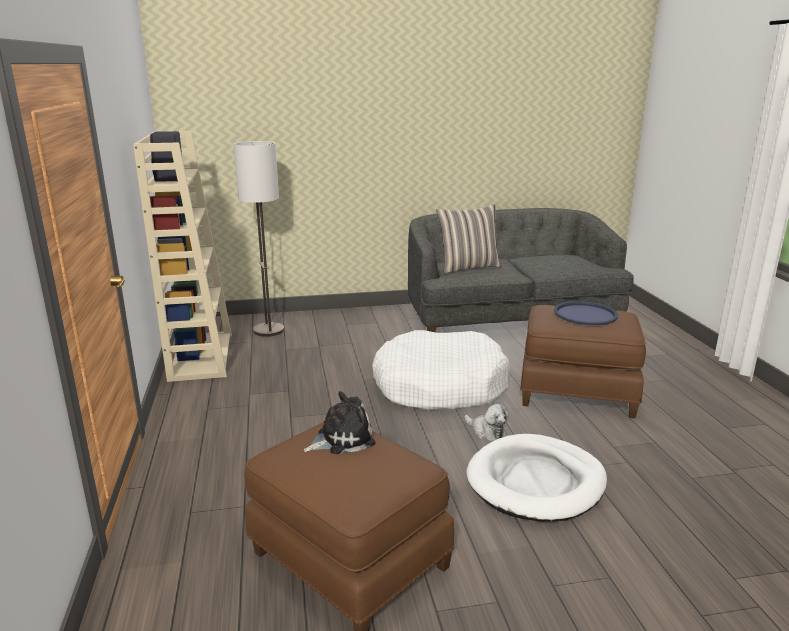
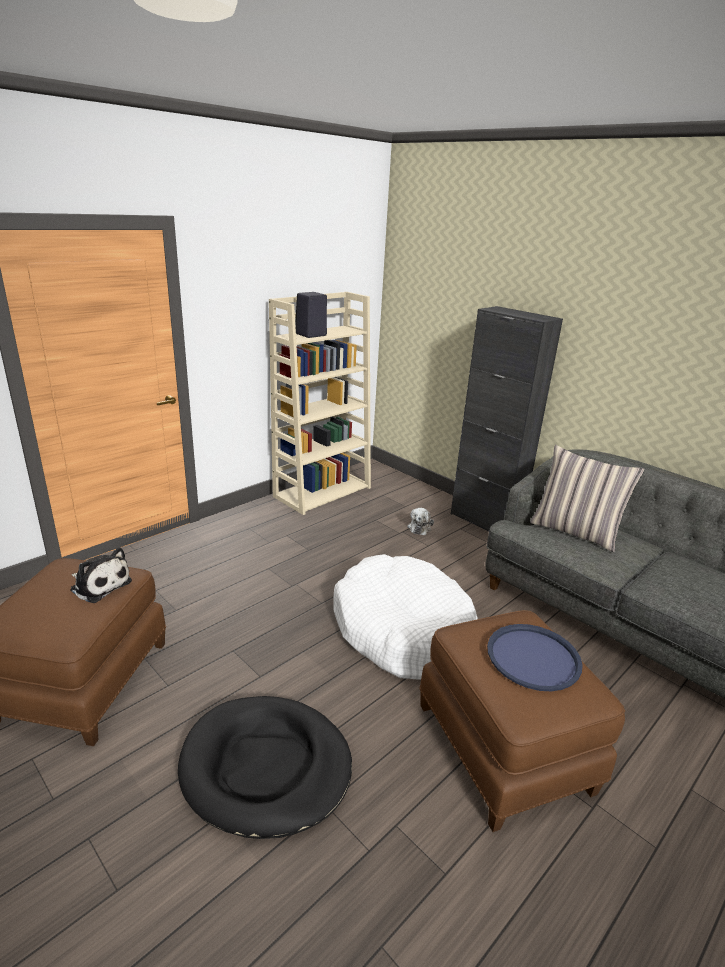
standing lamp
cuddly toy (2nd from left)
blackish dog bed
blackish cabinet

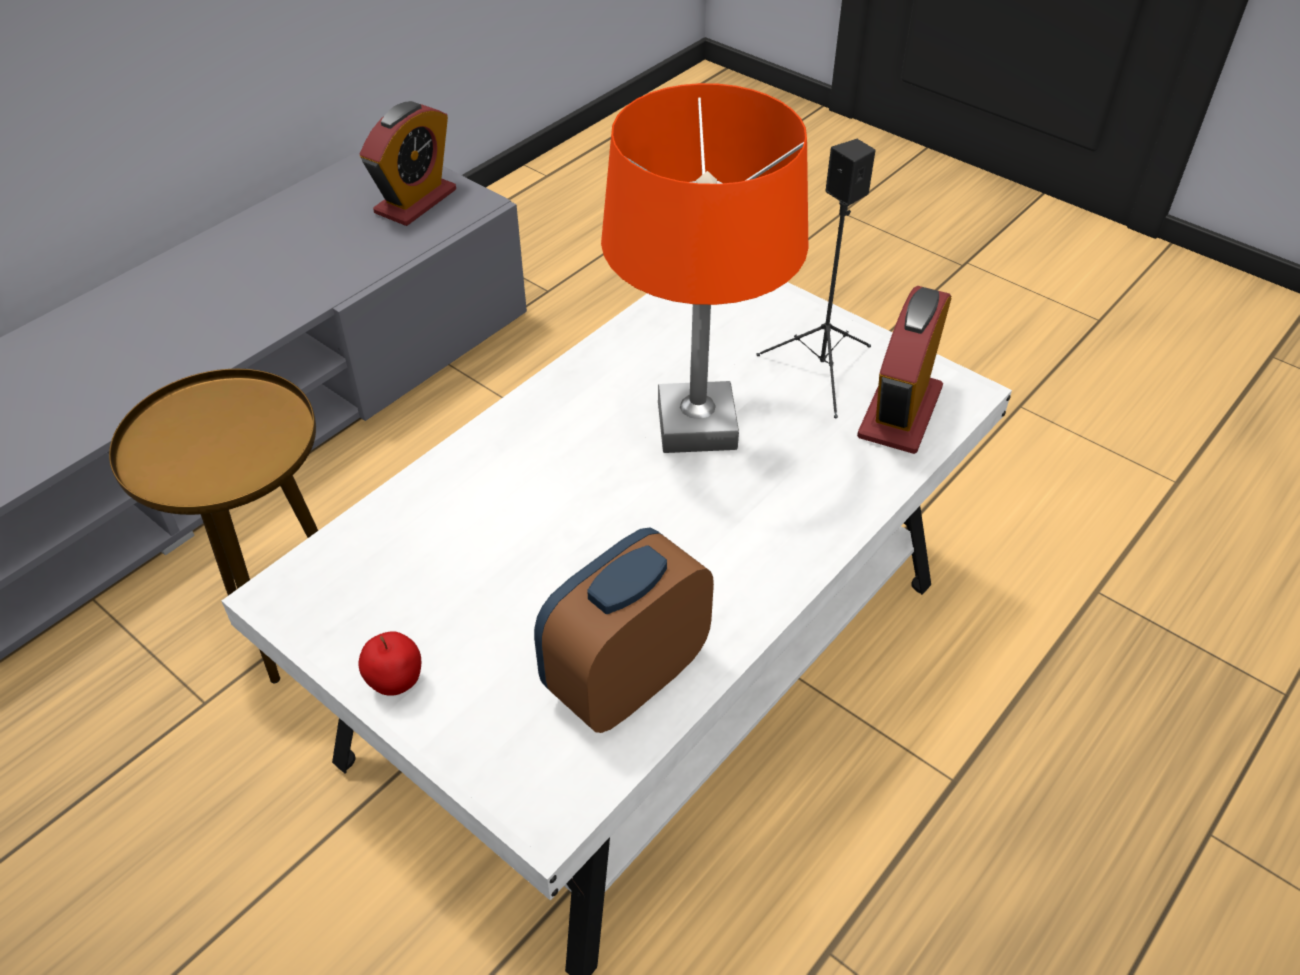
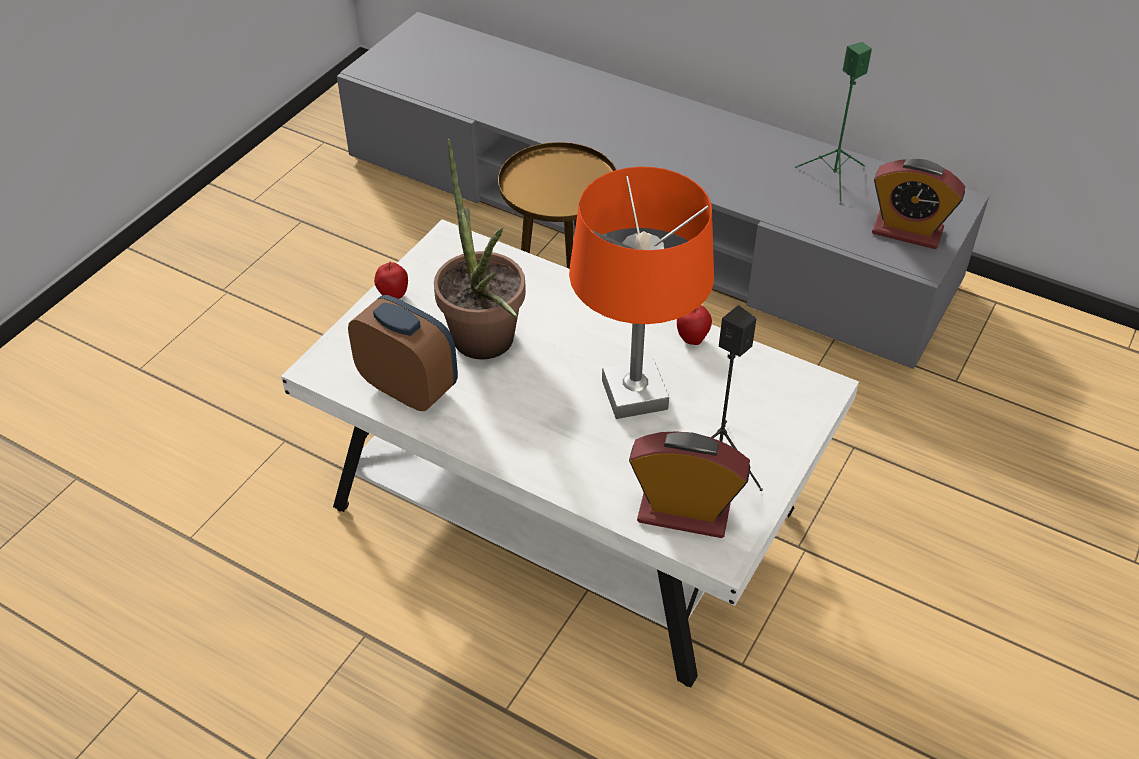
green loudspeaker
potted plant
apple fruit (2nd from left)

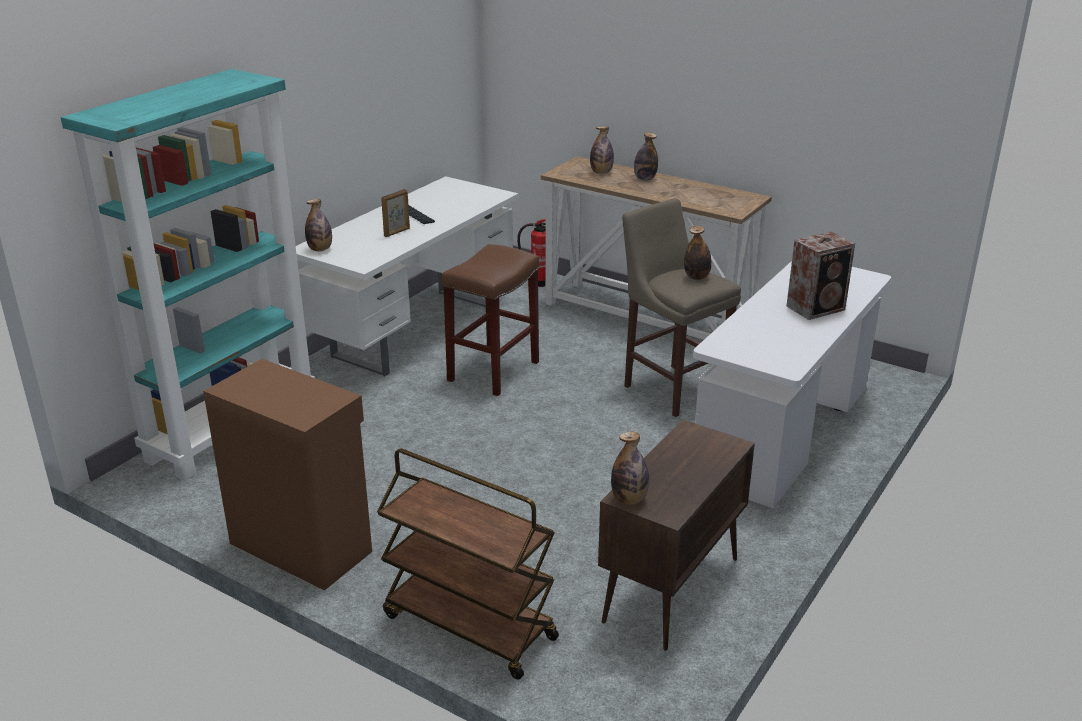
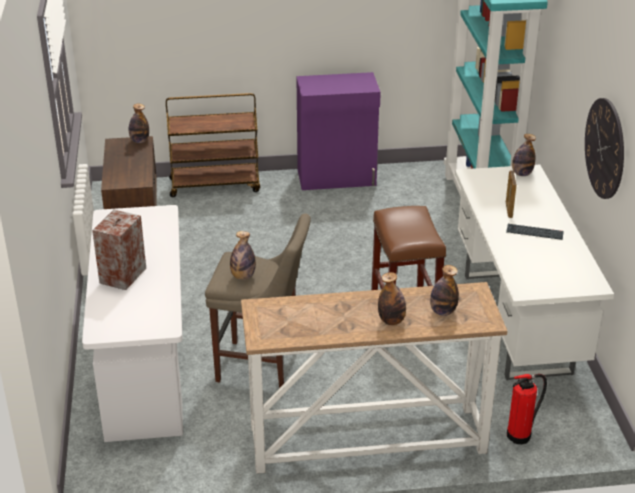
purplish cabinet
wall clock

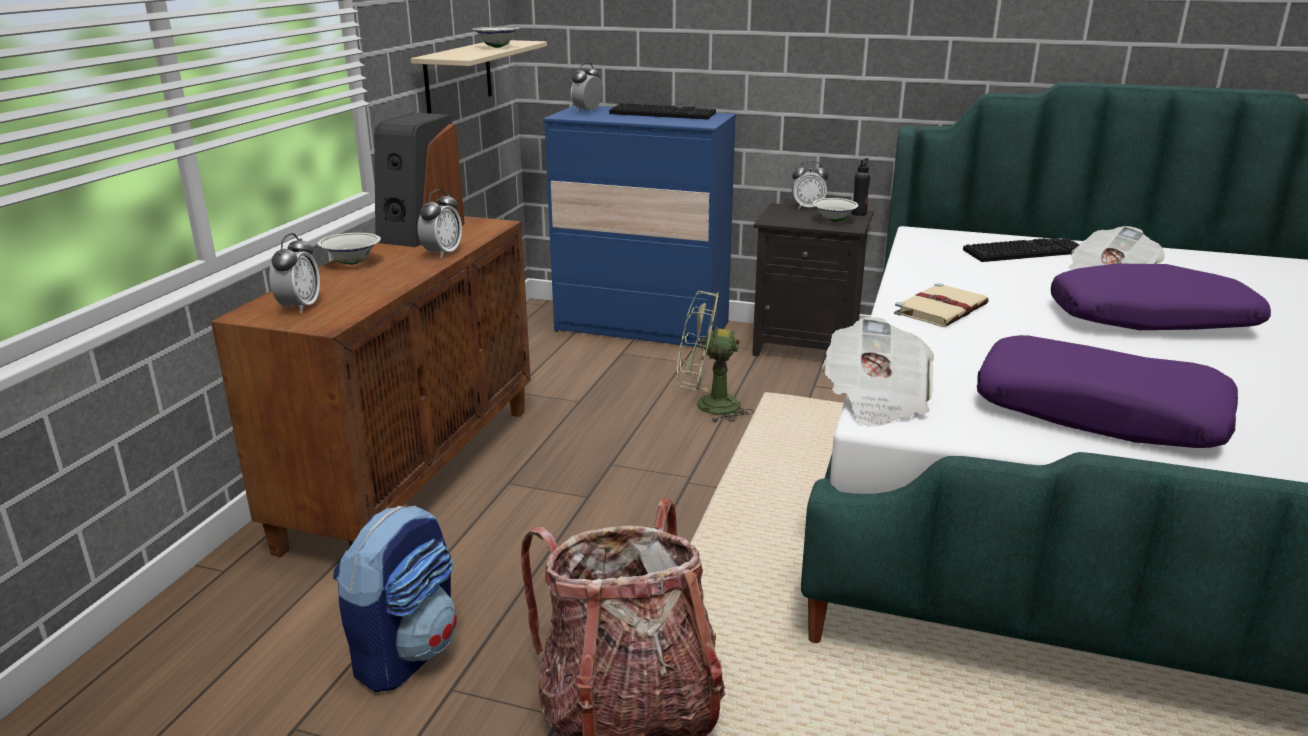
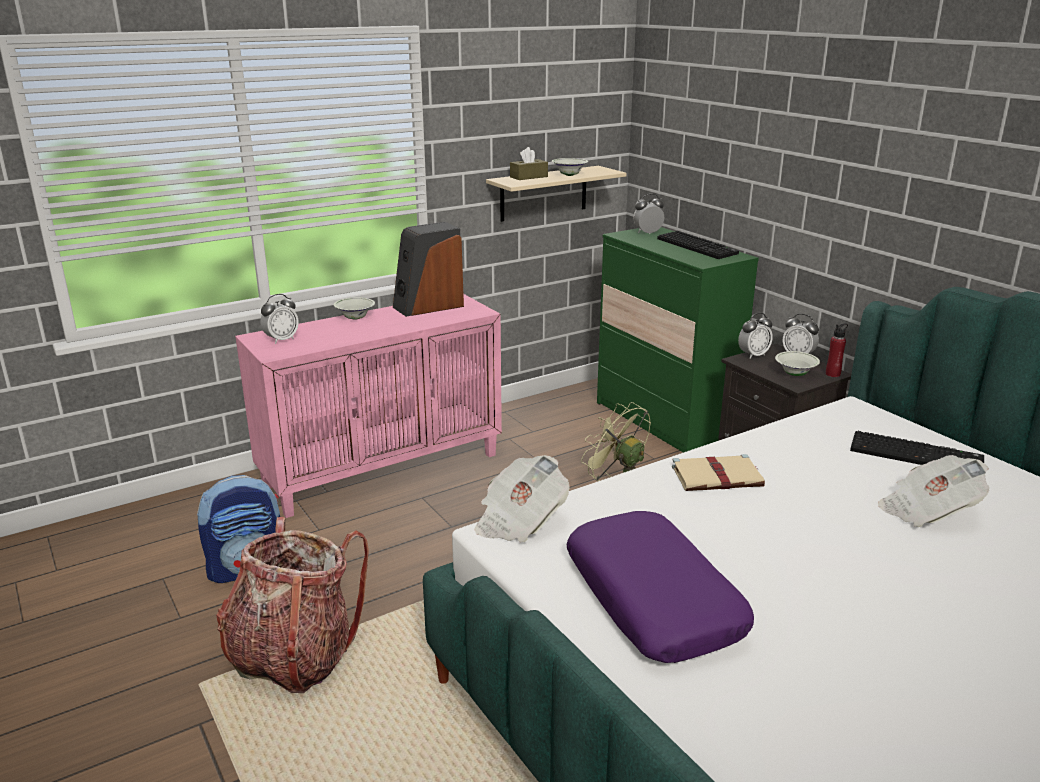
green dresser
red bottle
bedside clock (3rd from left)
pink cabinet
purplish cushion (2nd from left in the first image)
brown tissue box

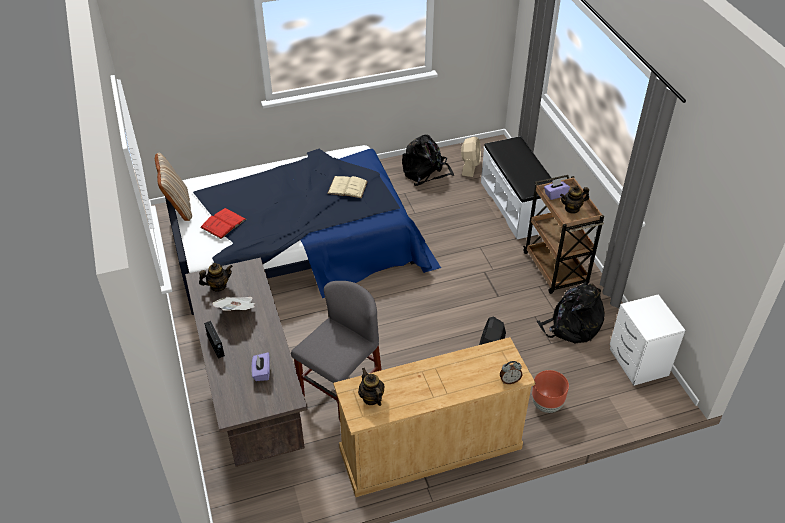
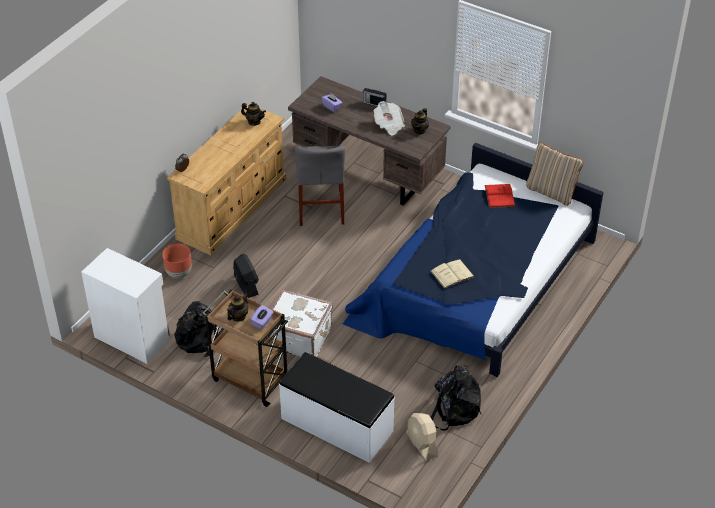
white-coloured cabinet
white-coloured travel case

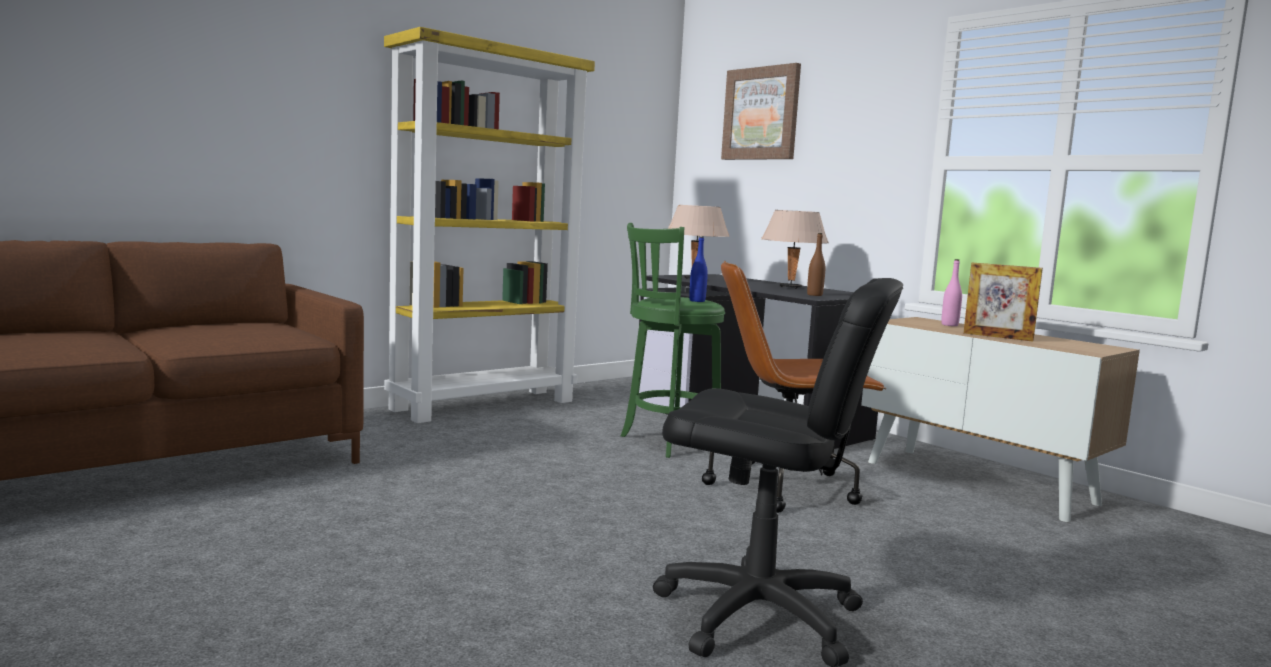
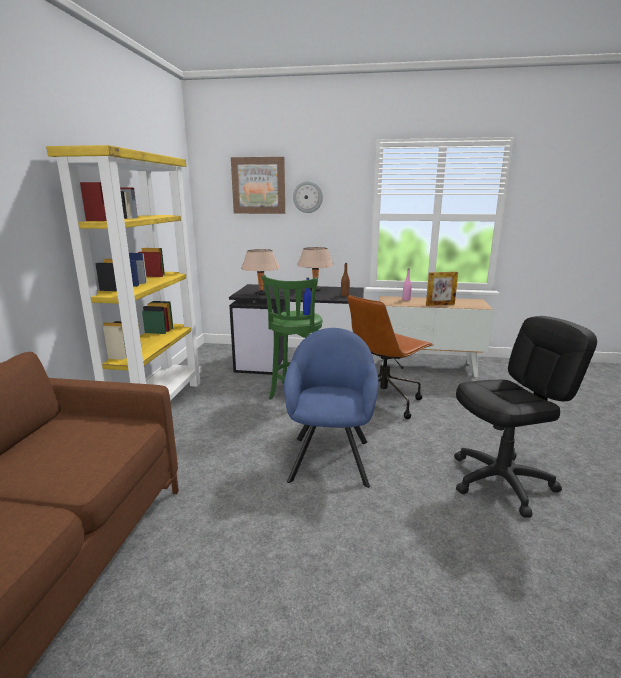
wall clock
blue armchair

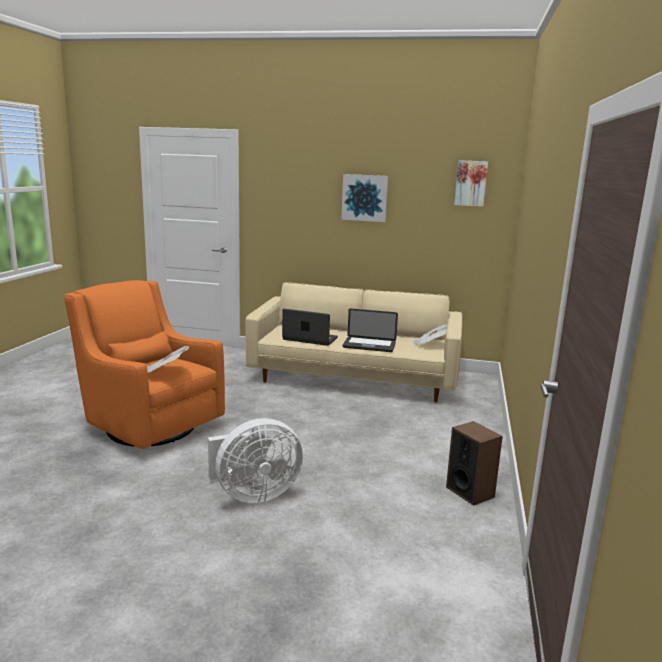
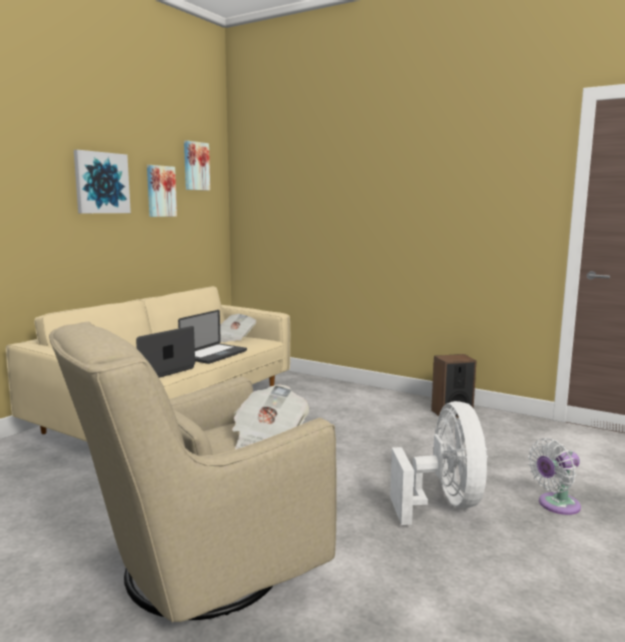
beige-coloured armchair
wall picture (2nd from left)
white-coloured cooling fan (2nd from left)

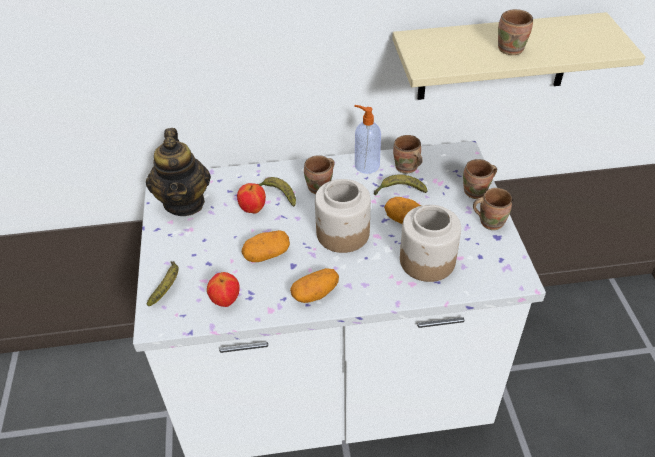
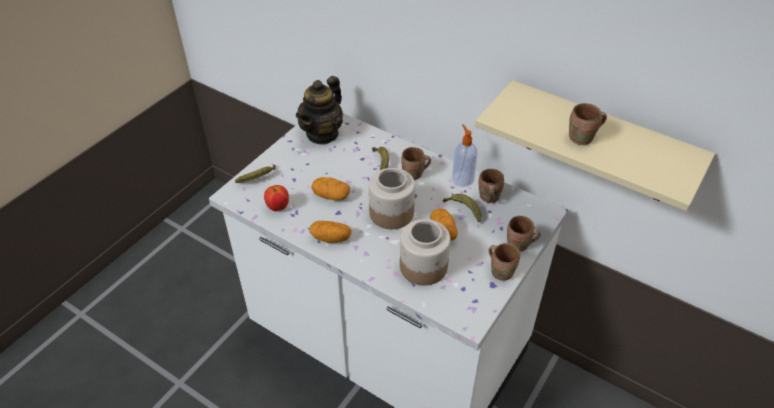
apple fruit (2nd from left in the first image)

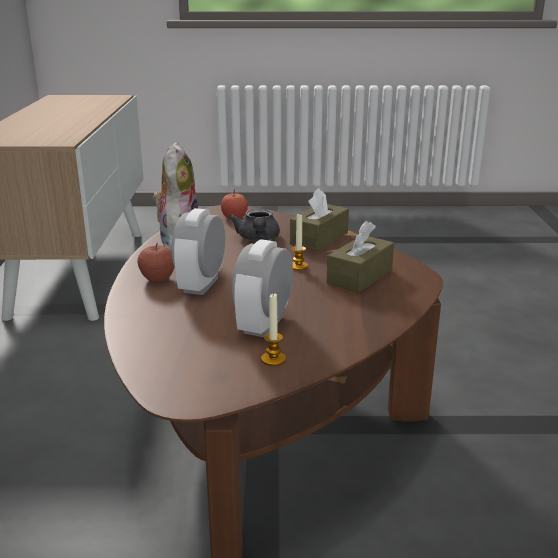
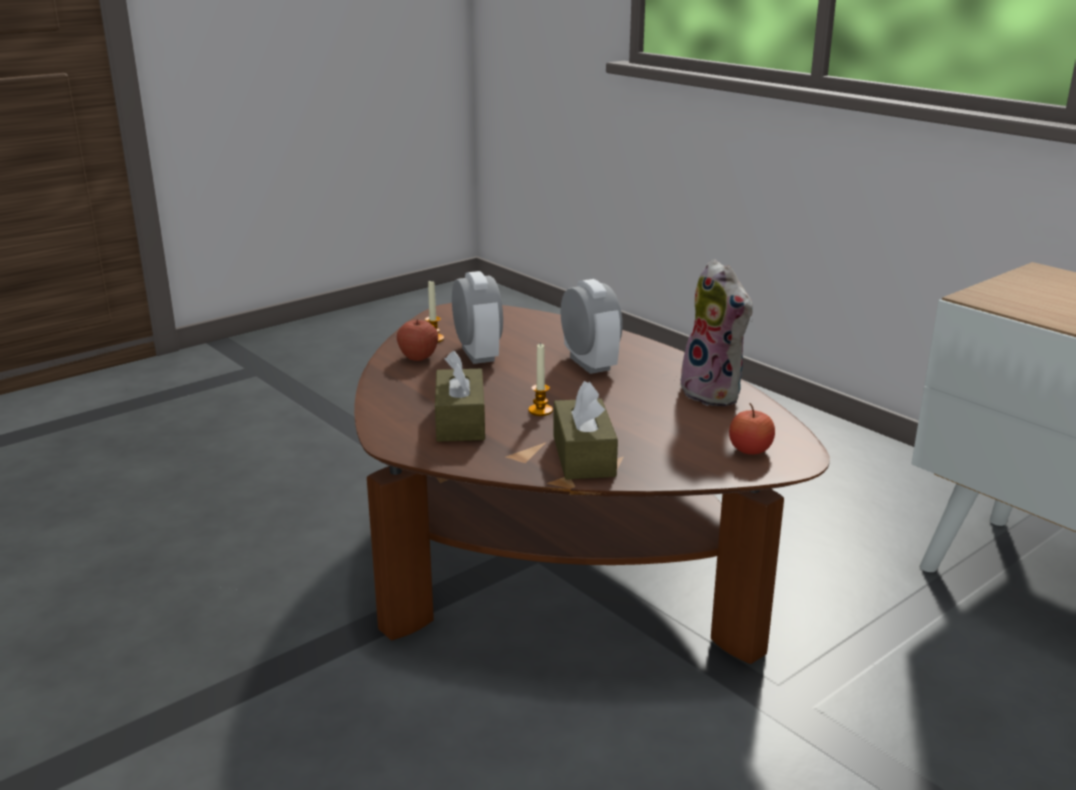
grey pot for tea
apple fruit (1st from left)

